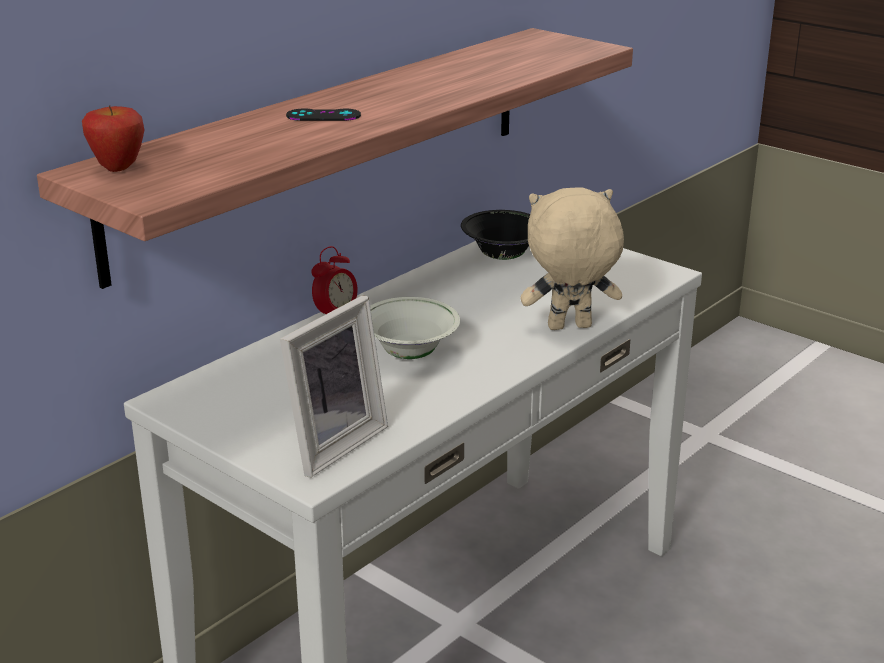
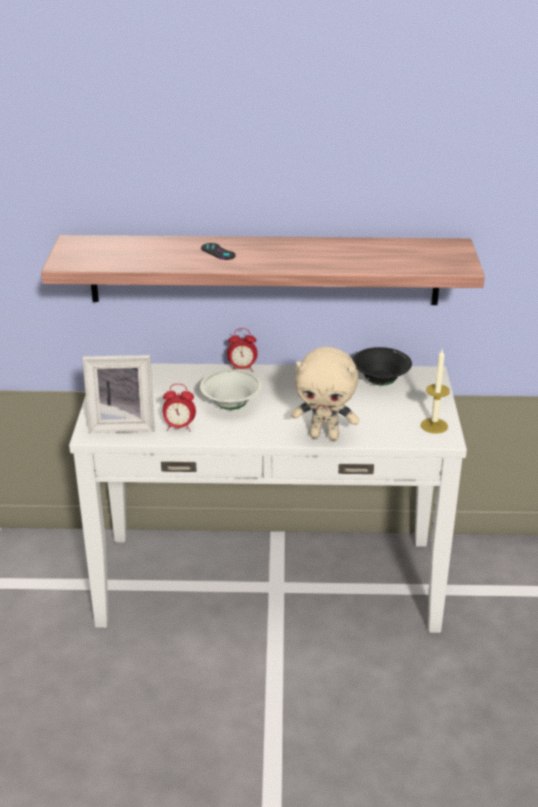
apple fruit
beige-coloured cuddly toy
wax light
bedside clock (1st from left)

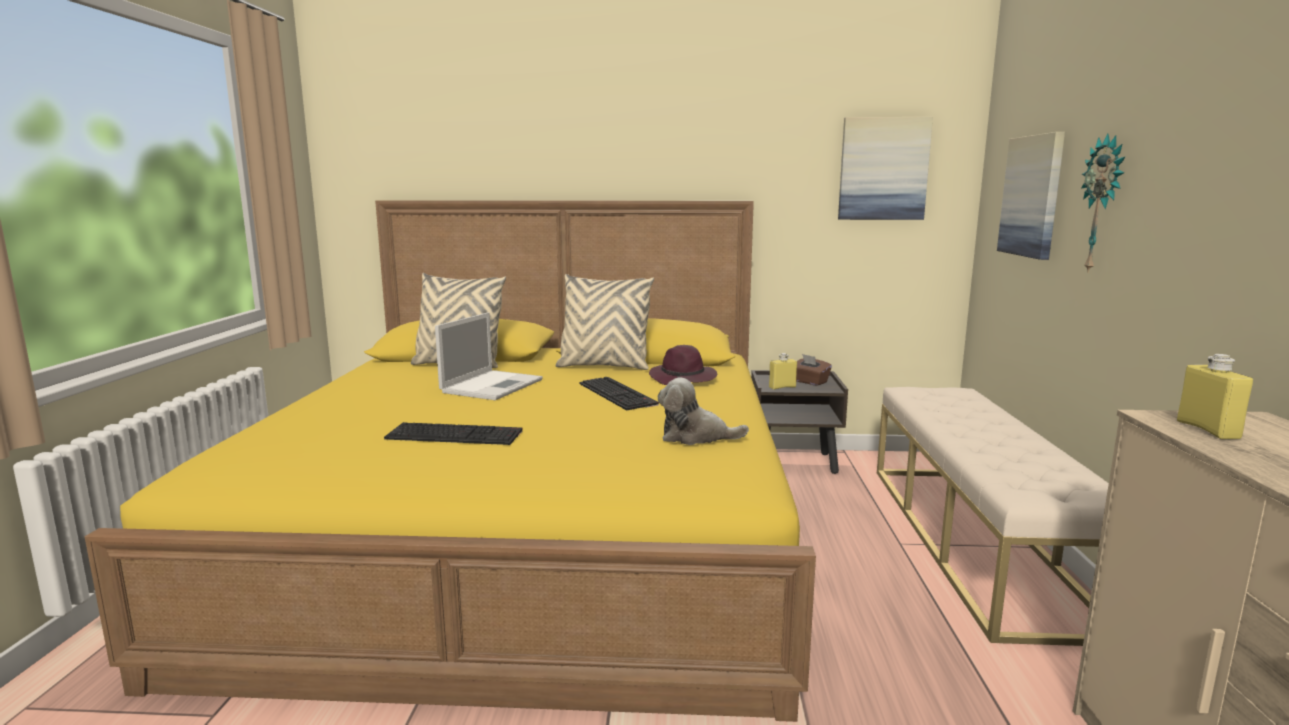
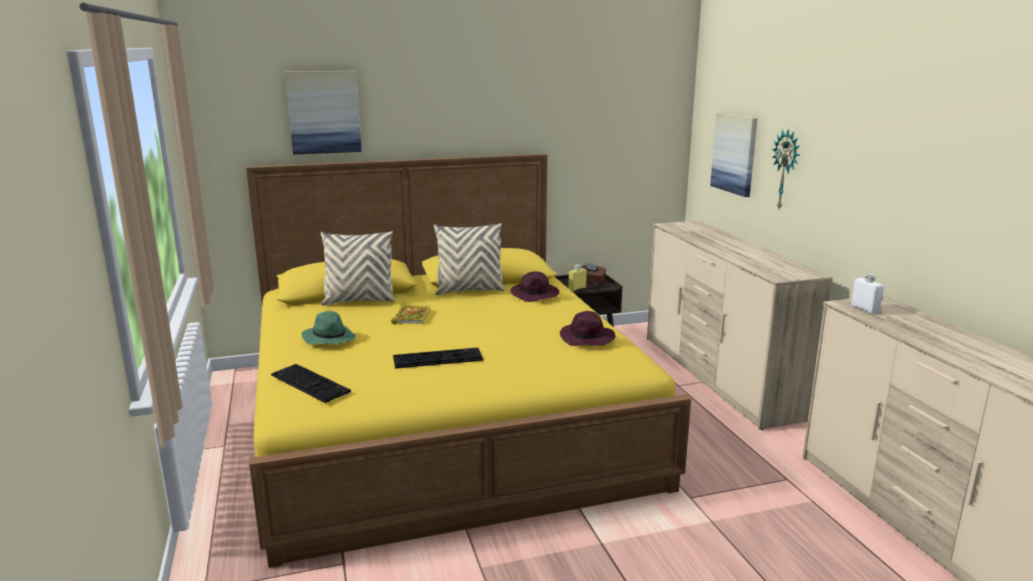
wall picture (1st from left)
book
white-coloured bottle
computer keyboard (1st from left)
purplish hat (2nd from left)
beige-coloured dresser (1st from left)
green hat

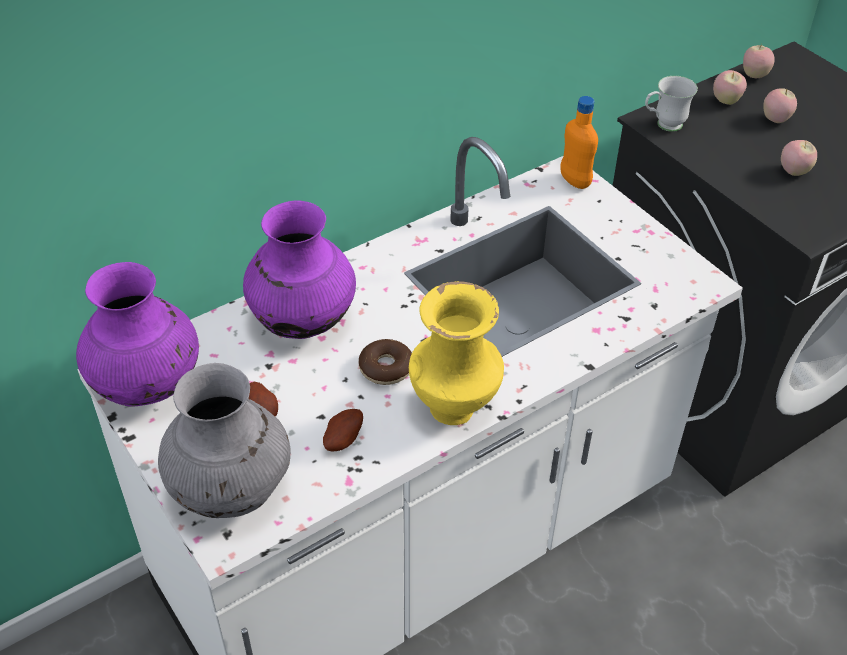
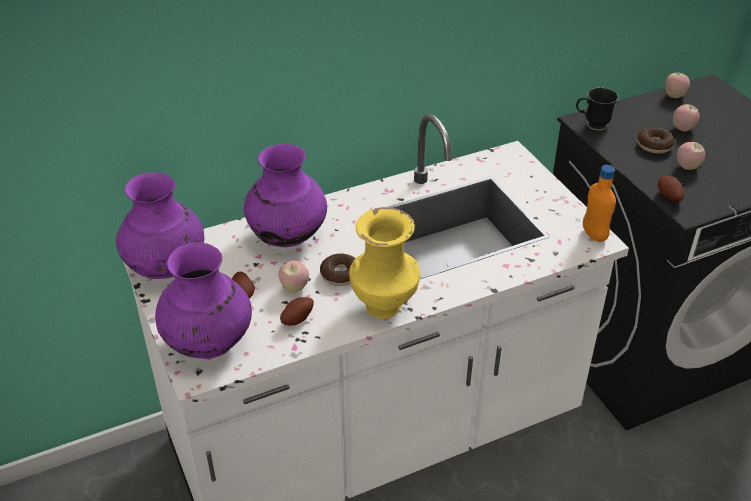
apple fruit (1st from left)
blackish tea mug
orange-coloured bottle
purplish flower vase (2nd from left)
donut (2nd from left)
spud (3rd from left)

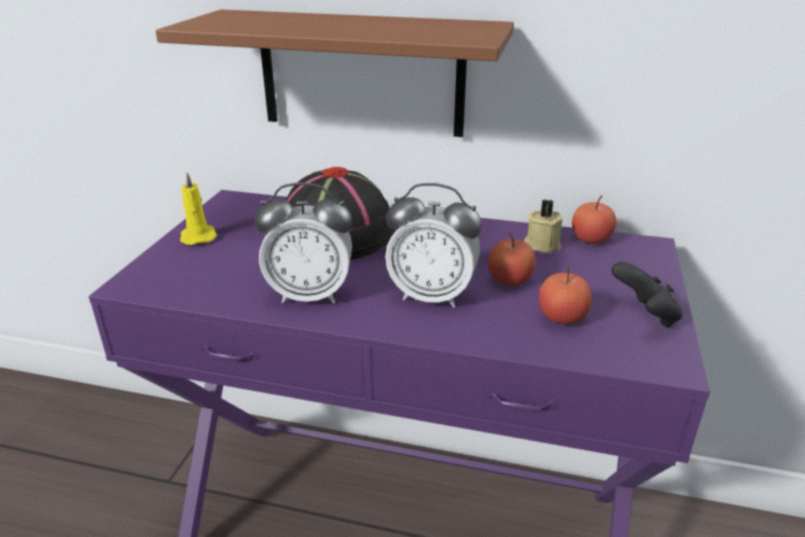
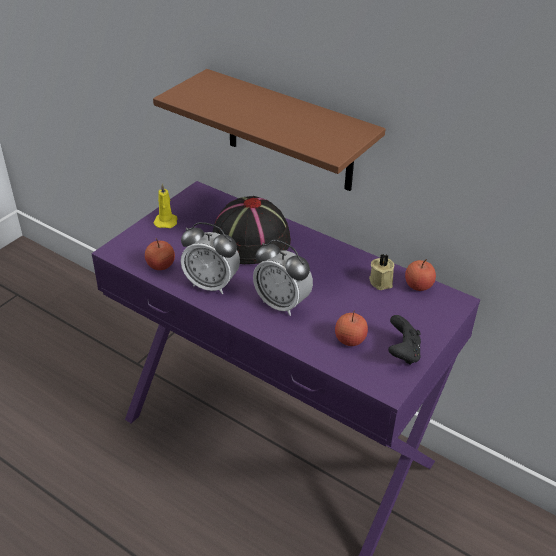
apple fruit (1st from left)

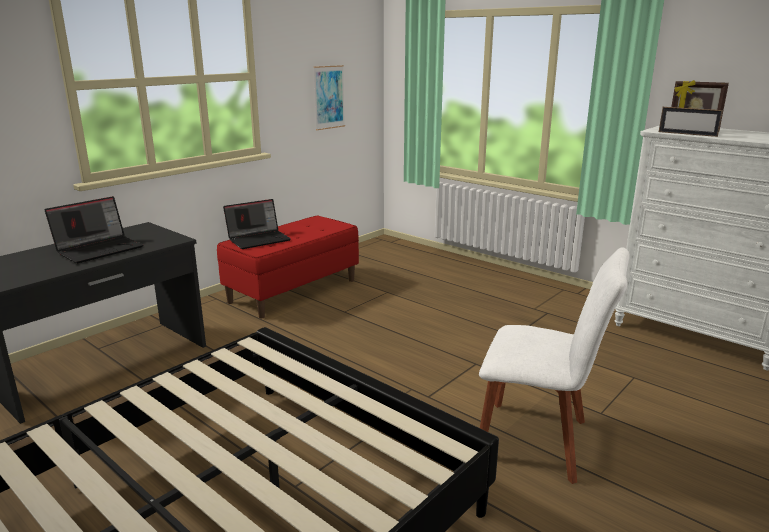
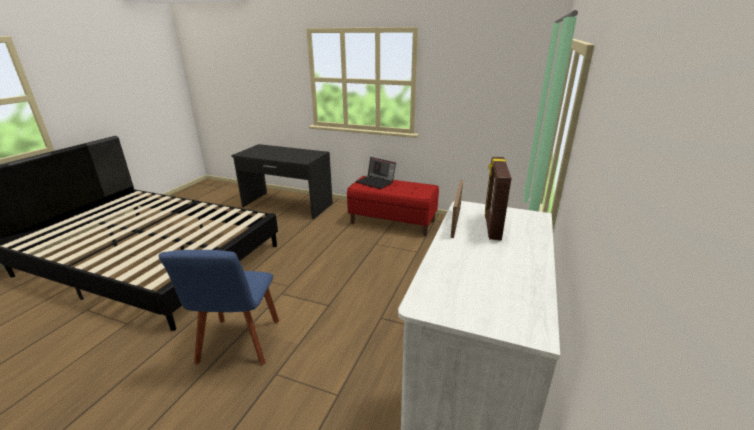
wall picture
laptop (1st from left in the first image)
blue plain chair

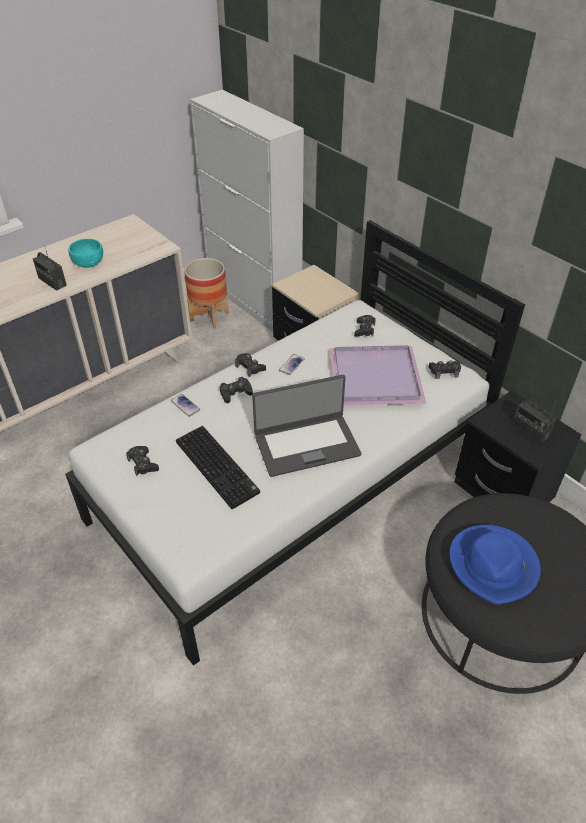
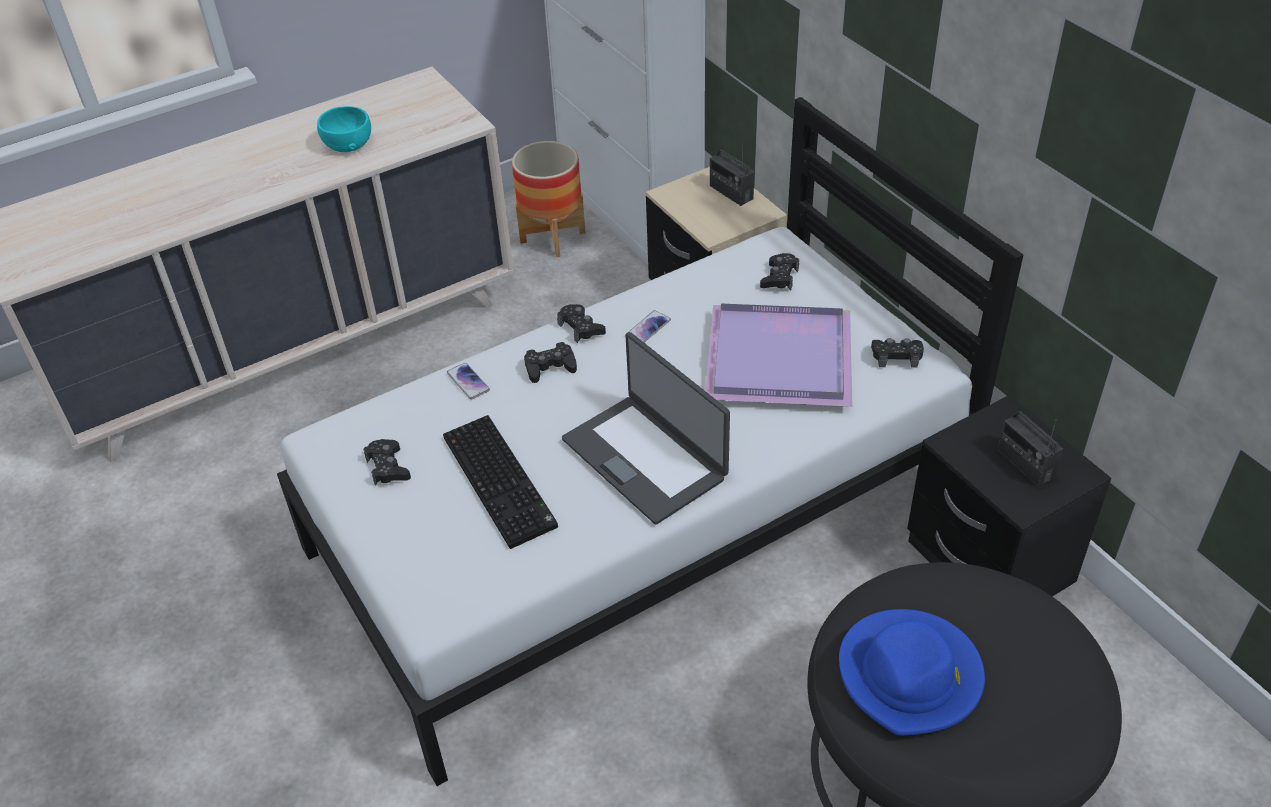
radio receiver (1st from left)
laptop

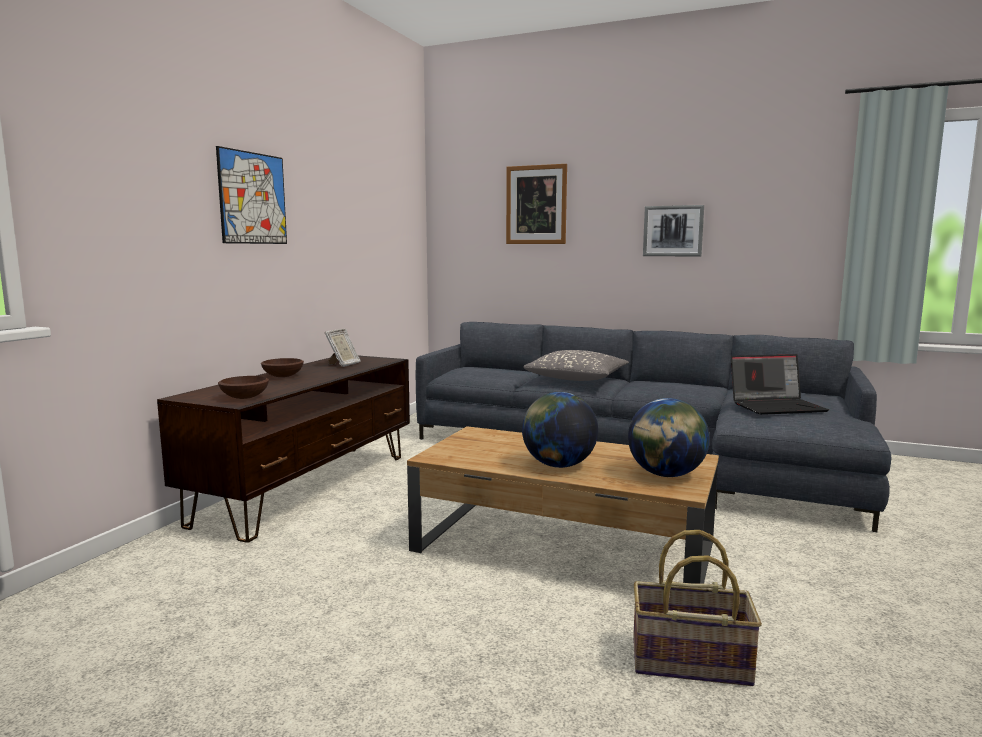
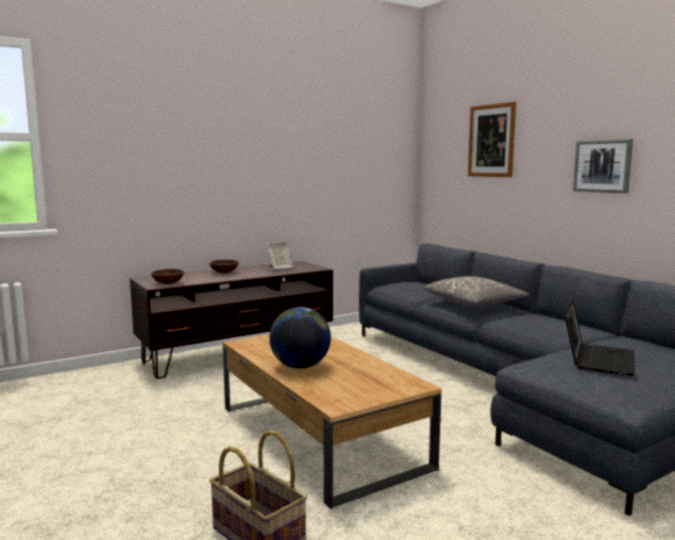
wall picture (1st from left in the first image)
laptop
world globe (2nd from left in the first image)

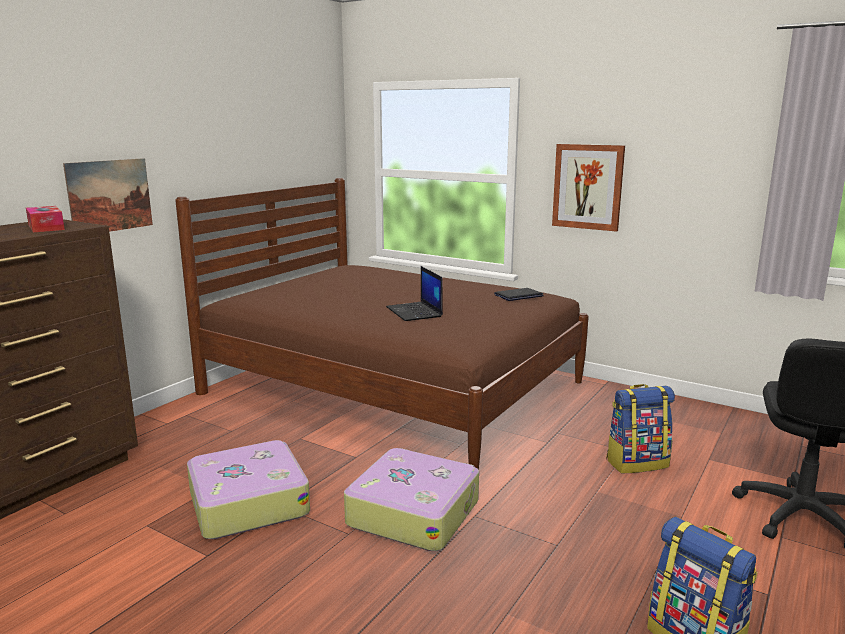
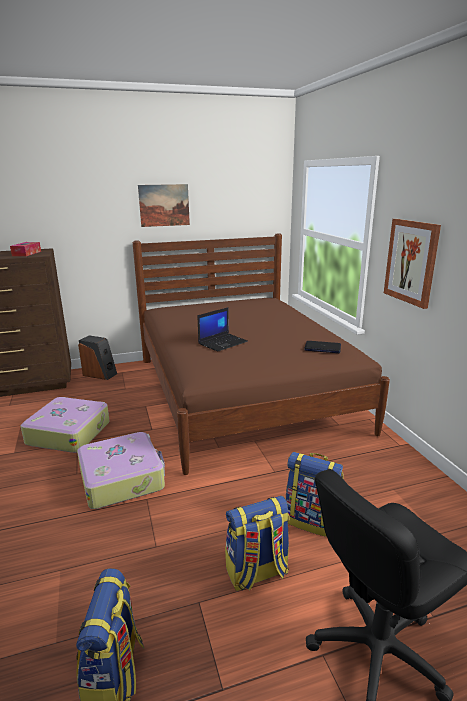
wall picture (1st from left)
laptop (1st from left)
loudspeaker
backpack (2nd from left)

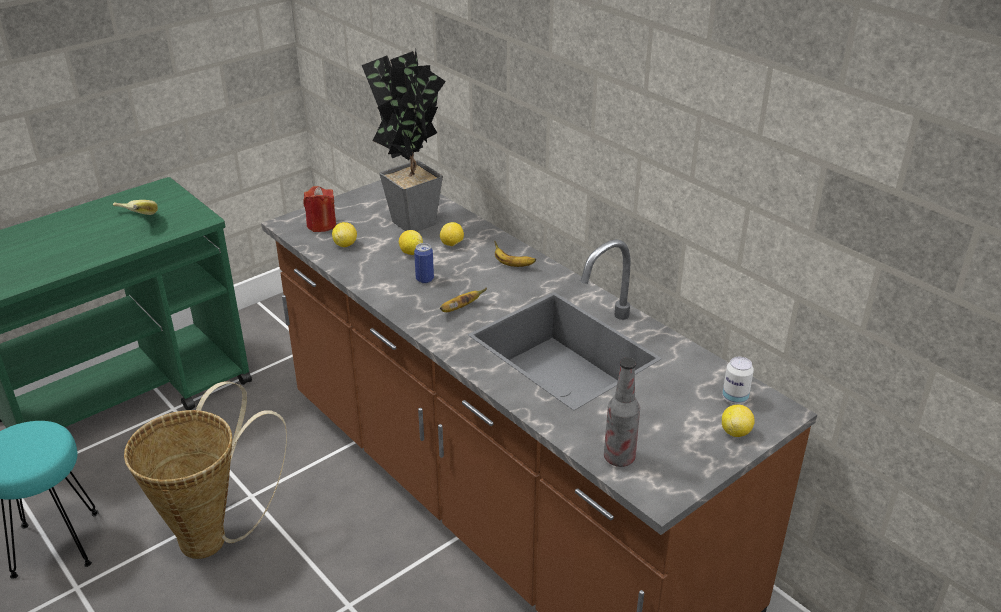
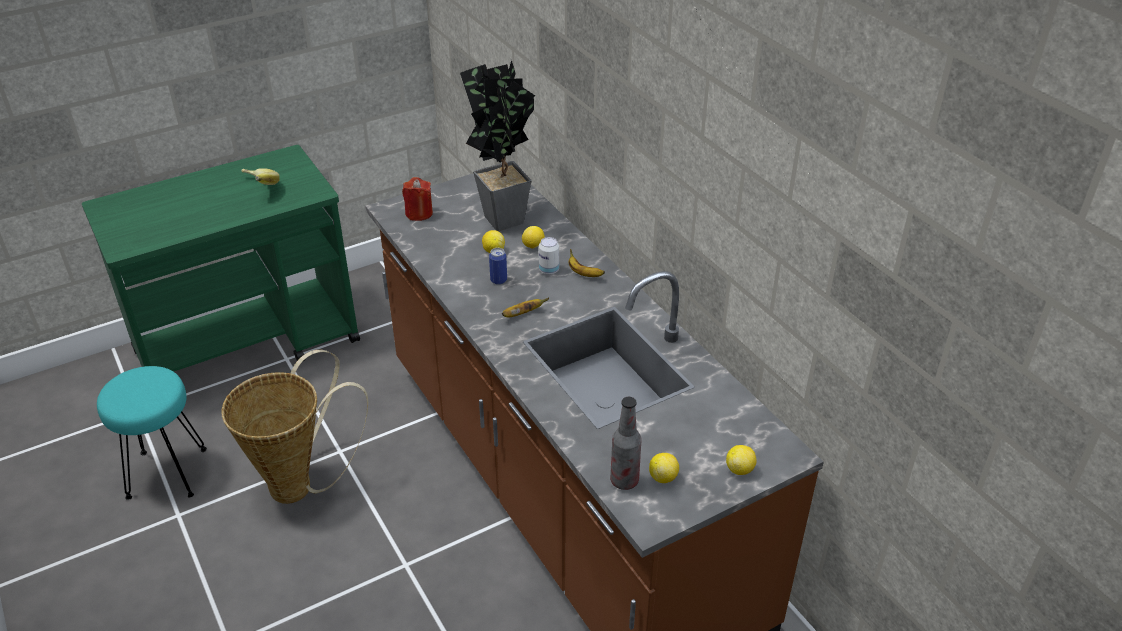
citrus fruit (3rd from left)
metal can (2nd from left)

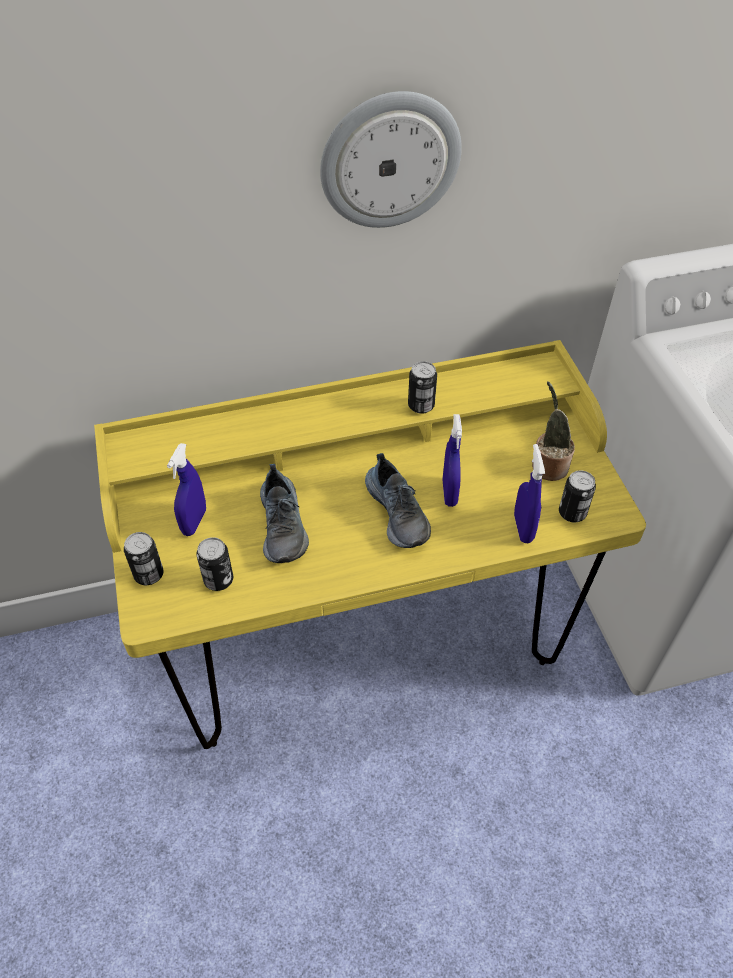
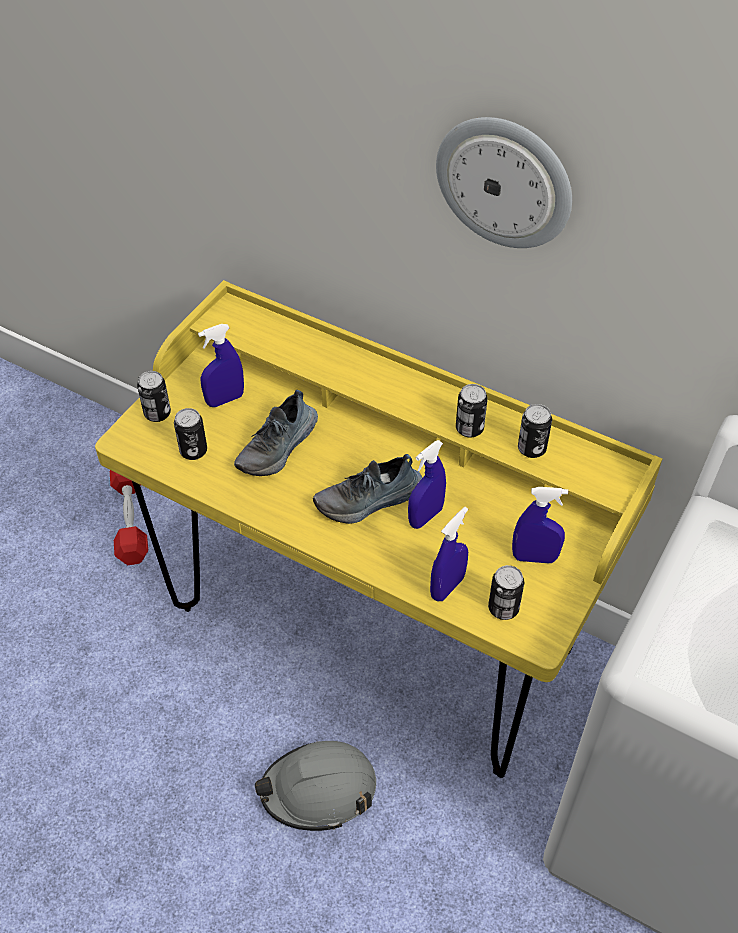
blue hand sprayer (4th from left)
low shoe (2nd from left)
metal can (5th from left)
red dumbbell
grey hard hat

